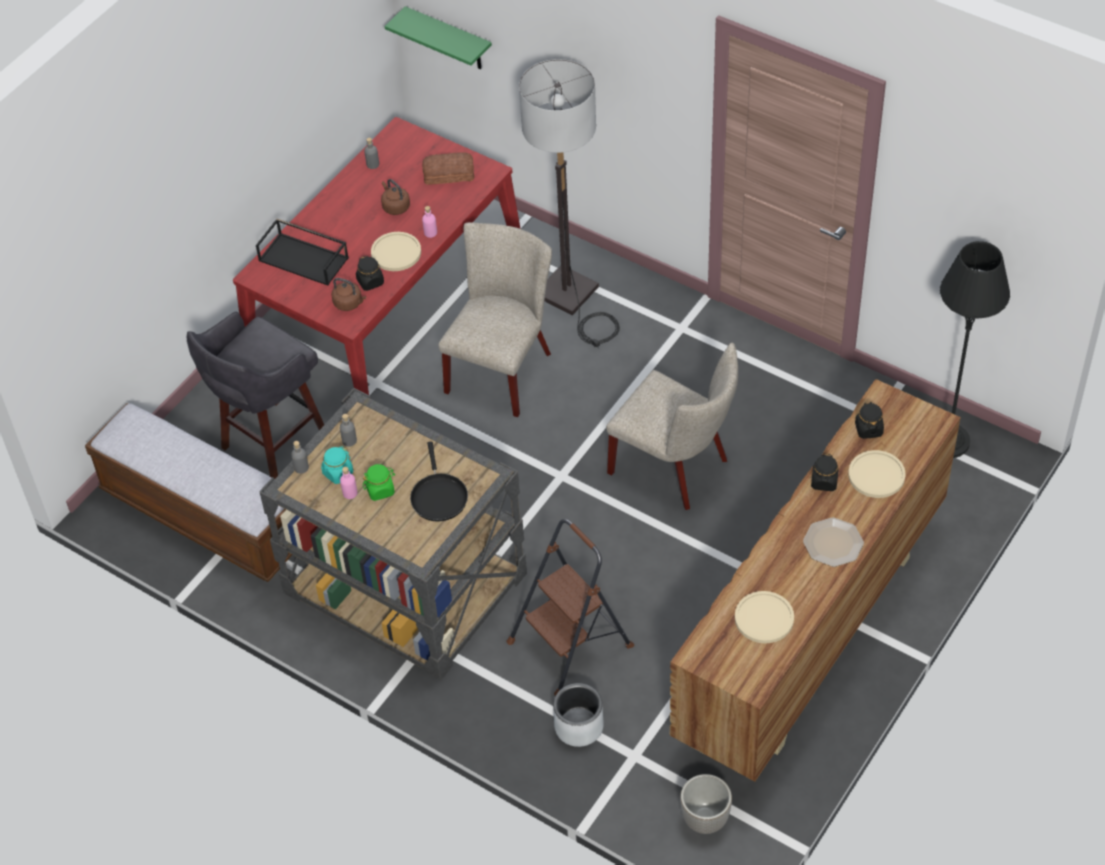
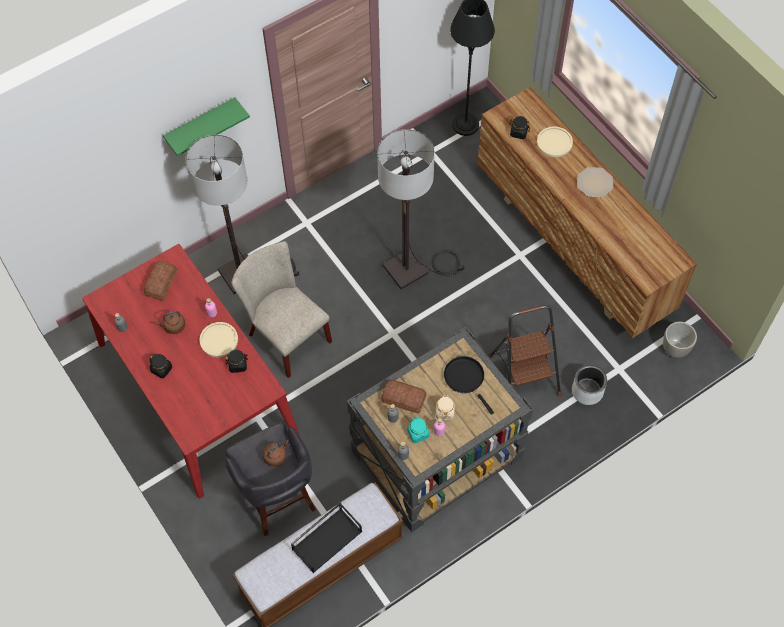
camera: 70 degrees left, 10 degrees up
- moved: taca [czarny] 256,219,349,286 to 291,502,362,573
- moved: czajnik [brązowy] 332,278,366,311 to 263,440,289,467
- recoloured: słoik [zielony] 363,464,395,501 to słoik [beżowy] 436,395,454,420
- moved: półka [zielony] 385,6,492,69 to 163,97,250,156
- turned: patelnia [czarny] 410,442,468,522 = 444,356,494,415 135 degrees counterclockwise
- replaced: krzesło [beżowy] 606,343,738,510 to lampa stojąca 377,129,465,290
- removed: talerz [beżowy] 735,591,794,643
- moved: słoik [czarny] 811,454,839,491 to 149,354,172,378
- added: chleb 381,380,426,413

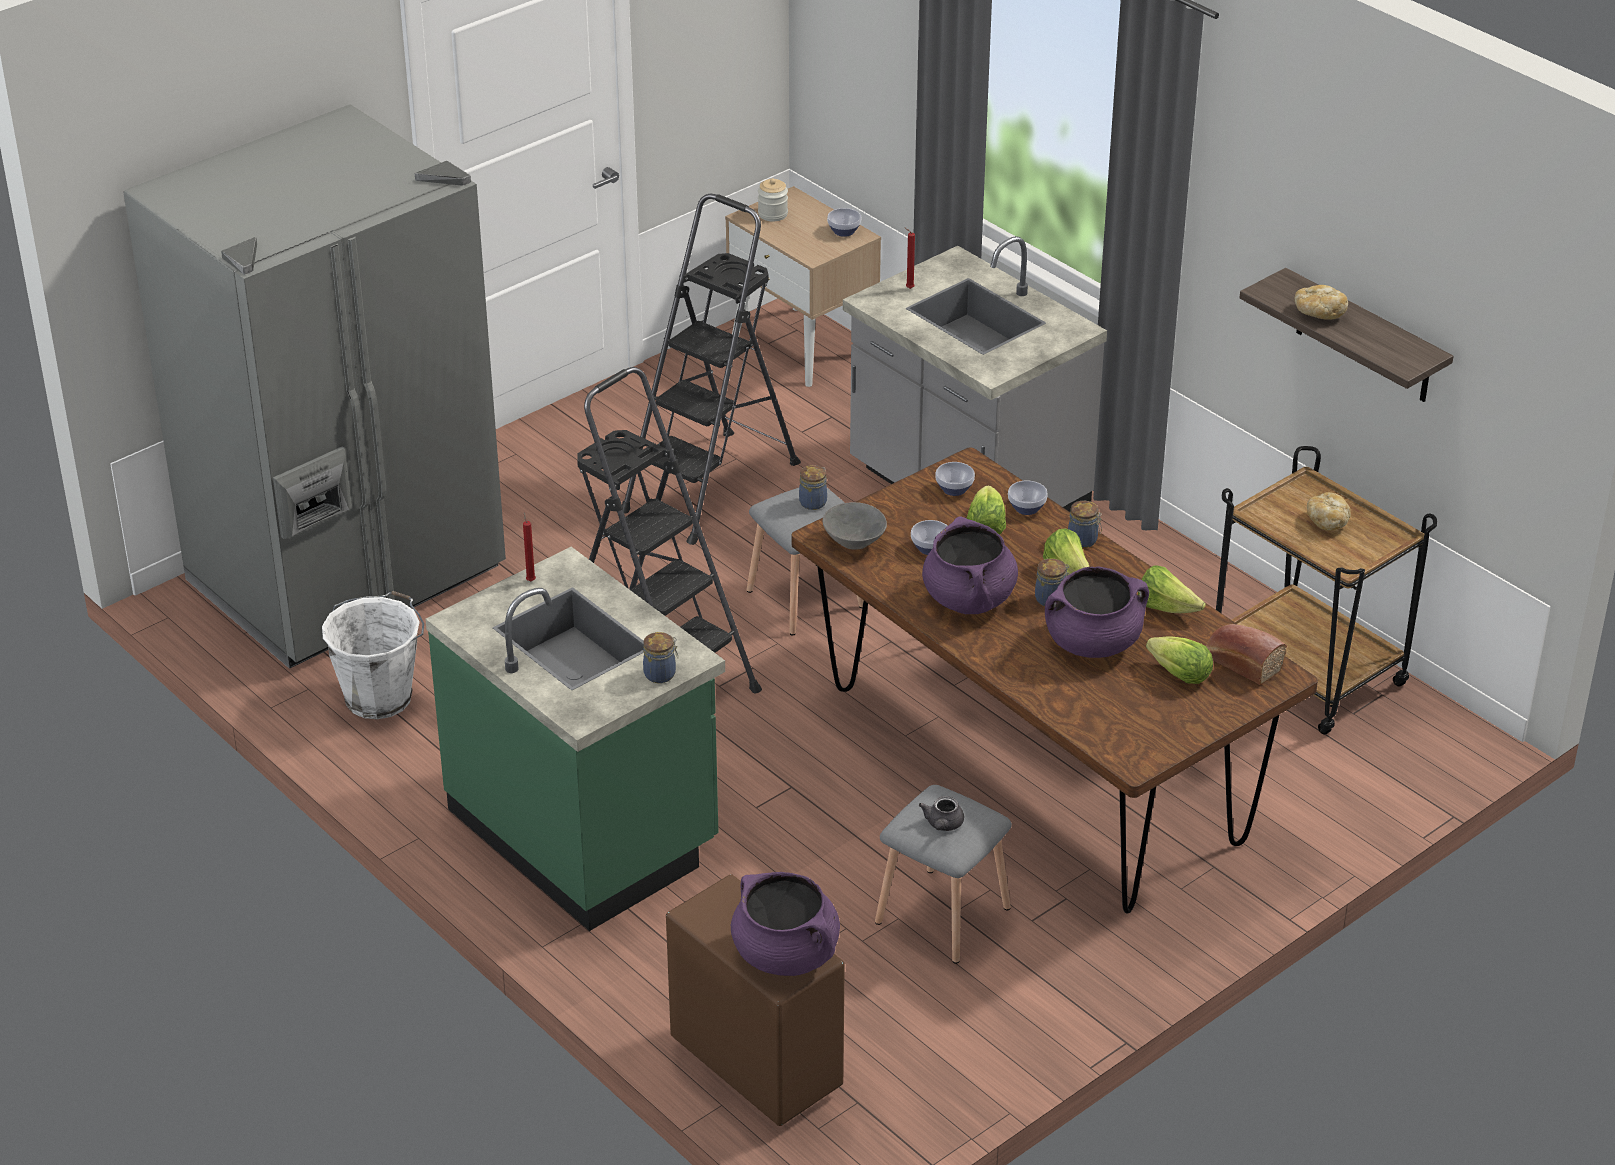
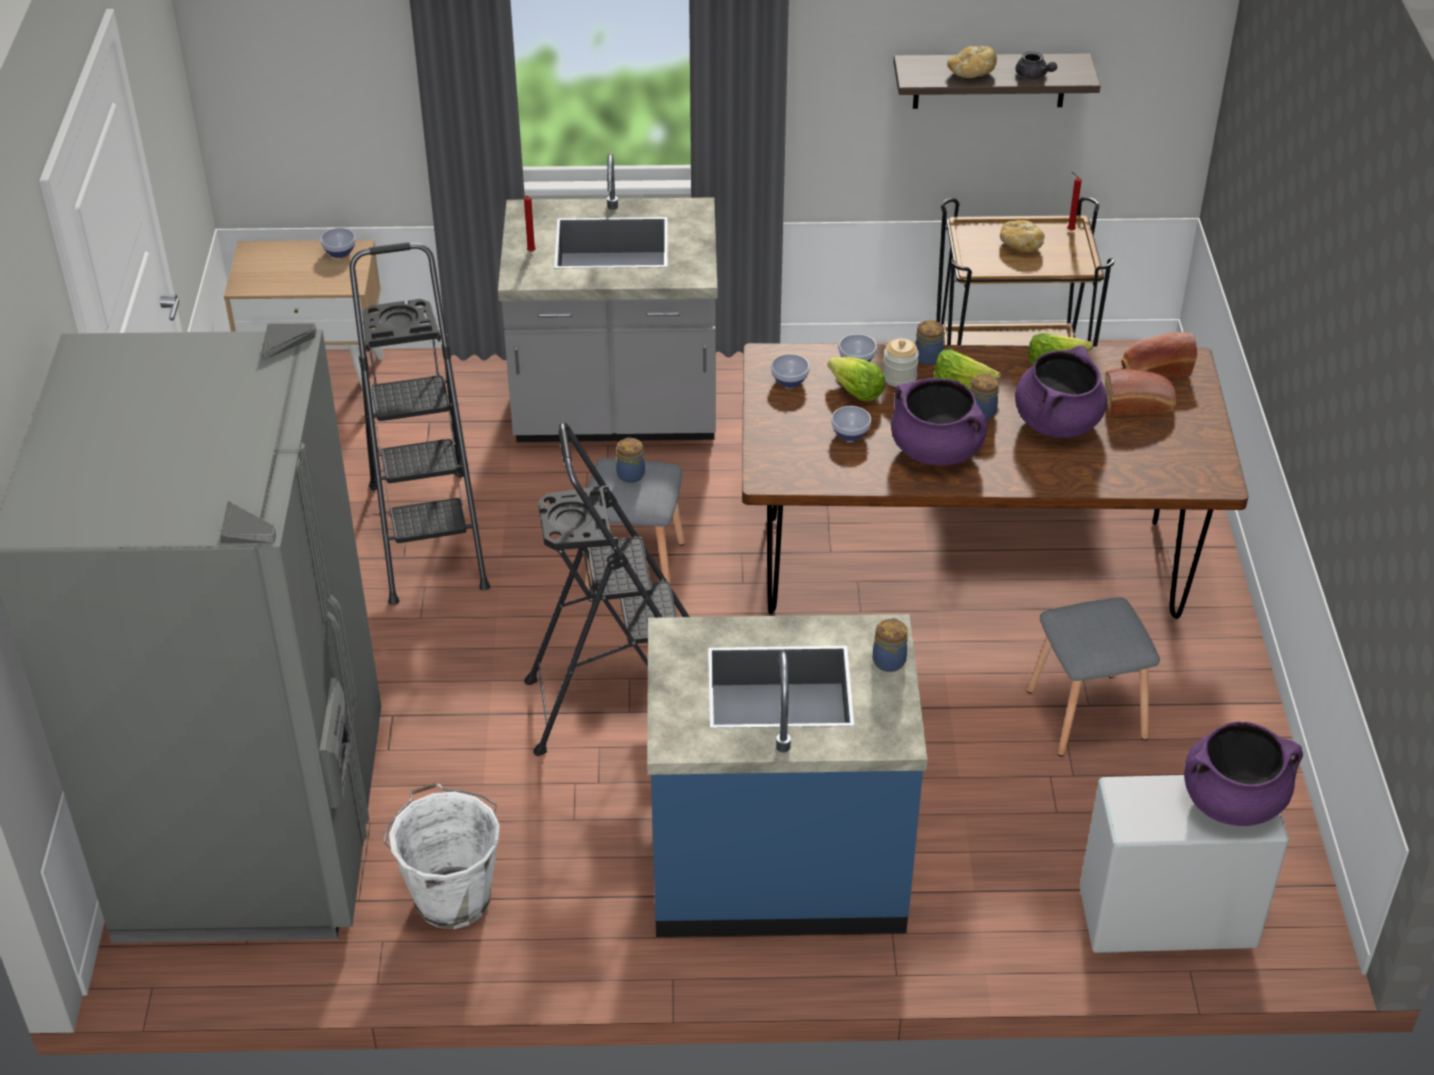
camera: 50 degrees left, 5 degrees up
- recoloured: zabudowa kuchenna [zielony] 425,547,725,931 to zabudowa kuchenna [niebieski] 647,614,927,937
- moved: świeca [czerwony] 523,512,536,581 to 1067,172,1082,231
- recoloured: szafka nocna [brązowy] 666,874,845,1126 to szafka nocna [biały] 1079,775,1289,953
- moved: słoik 758,178,788,222 to 883,339,919,387
- removed: miska [szary] 823,502,887,550
- moved: imbryk [szary] 919,796,964,831 to 1015,51,1057,79
- replaced: sałata 1146,636,1213,684 to chleb 1105,368,1176,415

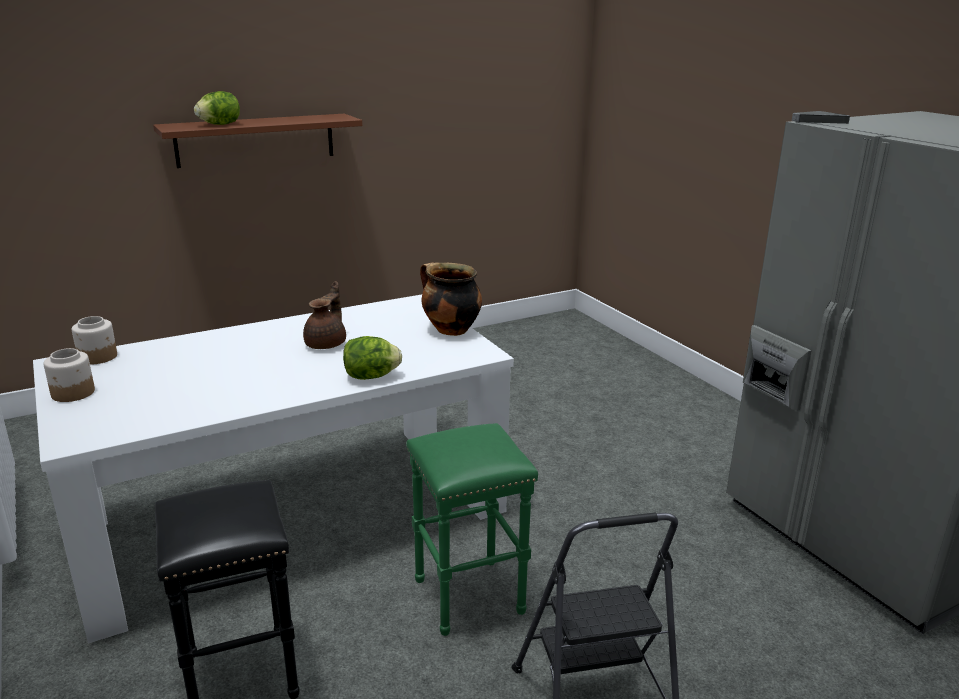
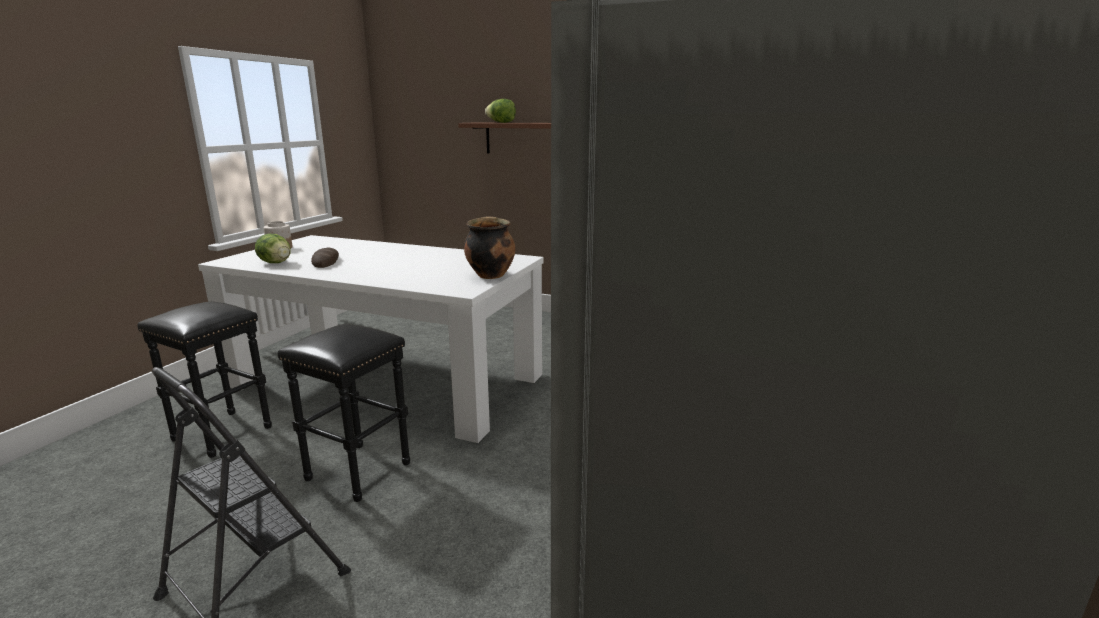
camera: 50 degrees right, 5 degrees down
- removed: słoik 72,316,117,365
- removed: imbryk [brązowy] 303,281,346,349
- moved: sałata 343,336,402,380 to 255,234,291,263
- recoloured: stołek [zielony] 406,423,538,636 to stołek [czarny] 278,324,410,502
- added: chleb 311,248,339,268

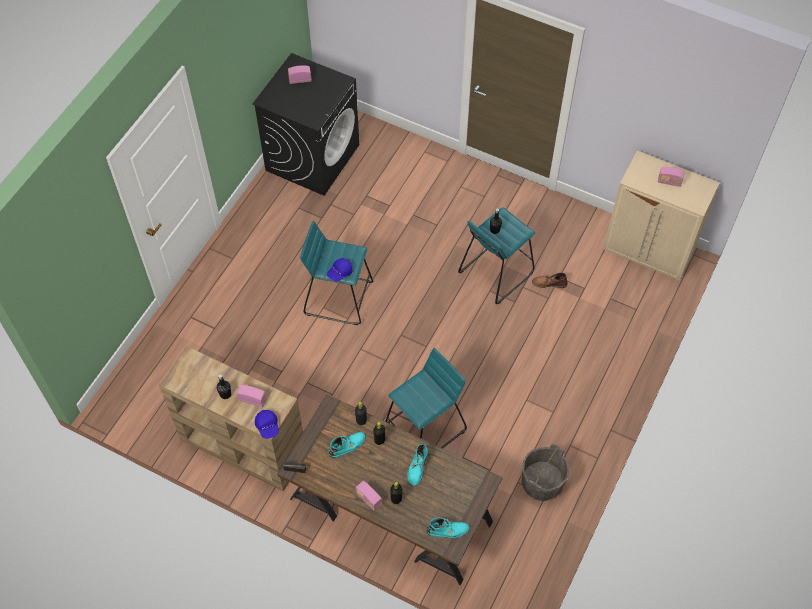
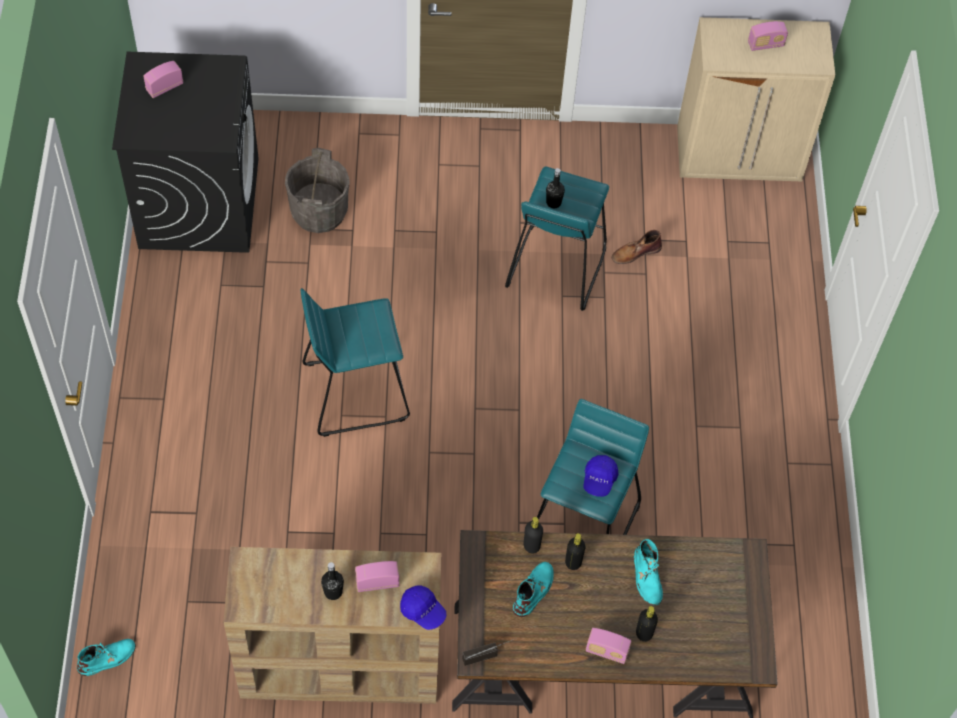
camera: 30 degrees left, 0 degrees up
- moved: czapka z daszkiem [niebieski] 327,258,353,282 to 583,455,618,497
- moved: but z cholewką [turkusowy] 426,518,470,538 to 77,639,136,676
- moved: wiadro [szary] 522,444,569,501 to 285,148,350,233

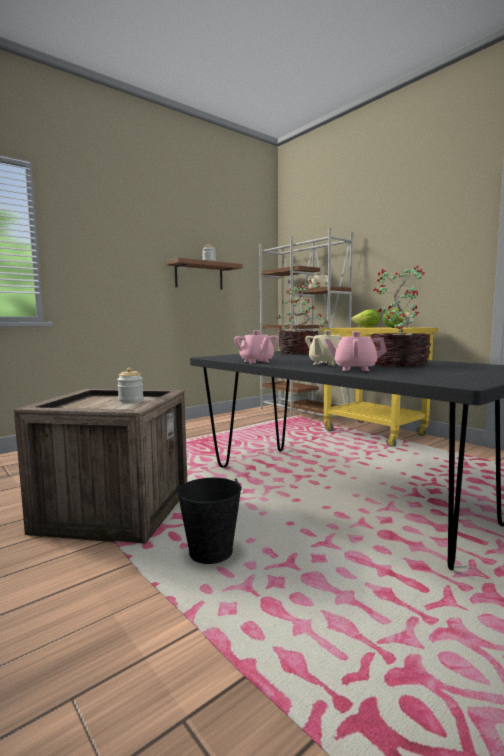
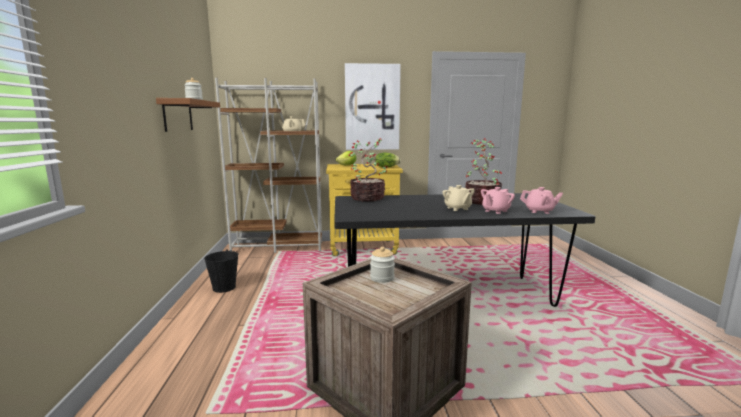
camera: 55 degrees left, 5 degrees up
- moved: wiadro [czarny] 177,478,242,564 to 204,249,239,293
- moved: imbryk [różowy] 234,330,278,363 to 520,187,563,214
- added: obraz 345,63,401,150

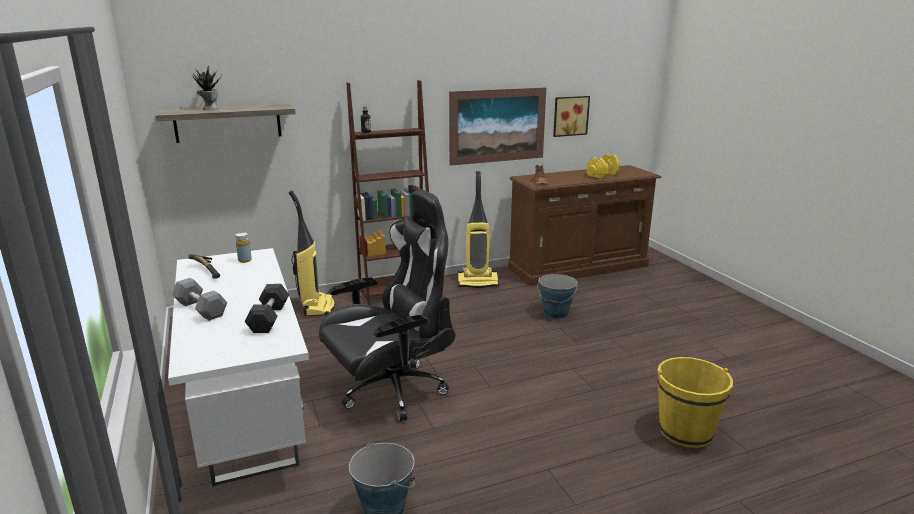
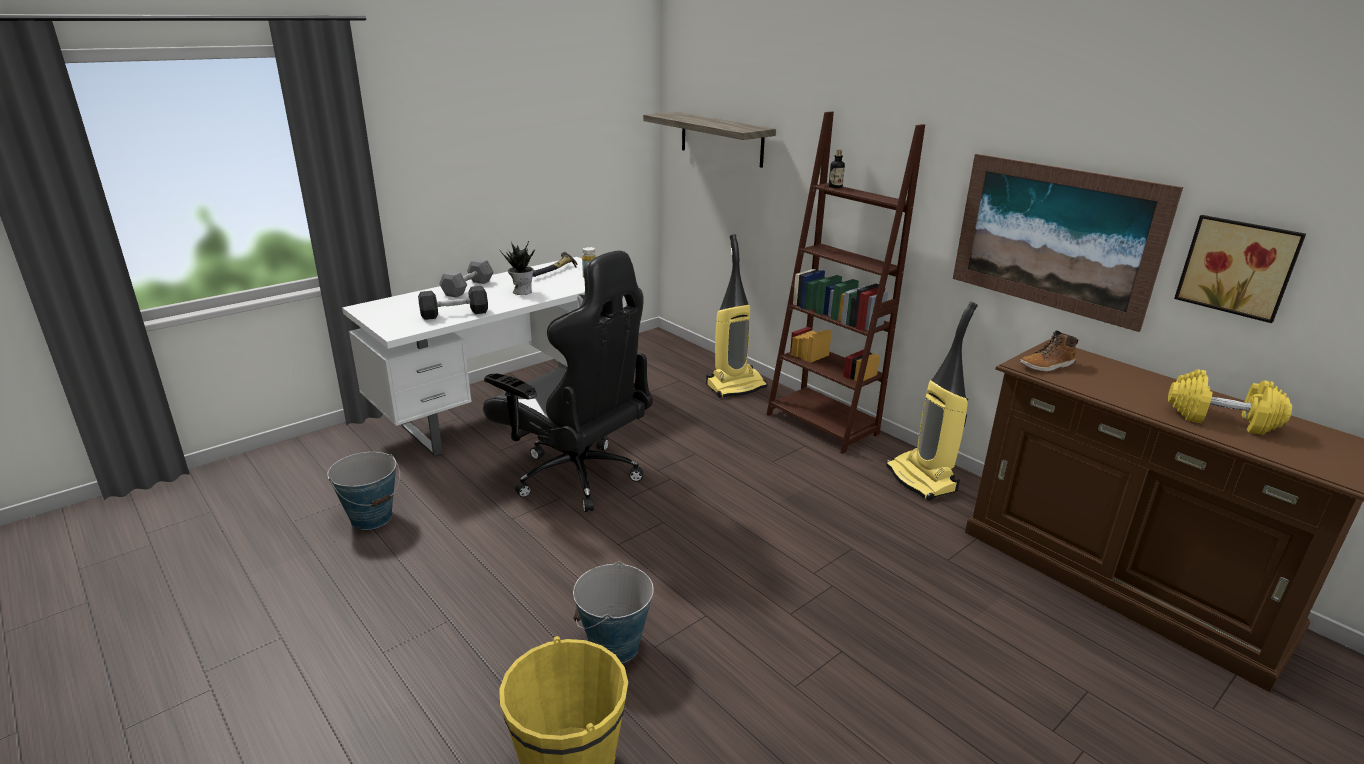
camera: 70 degrees right, 5 degrees up
- moved: roślina doniczkowa 192,66,222,110 to 500,241,535,295
- moved: wiadro 537,274,578,319 to 573,561,654,663

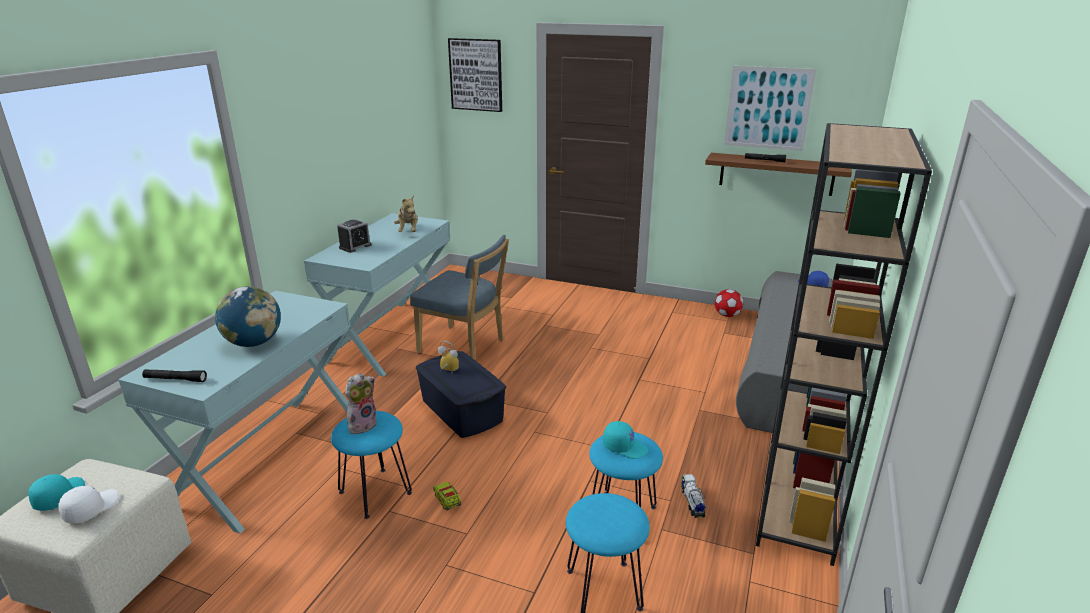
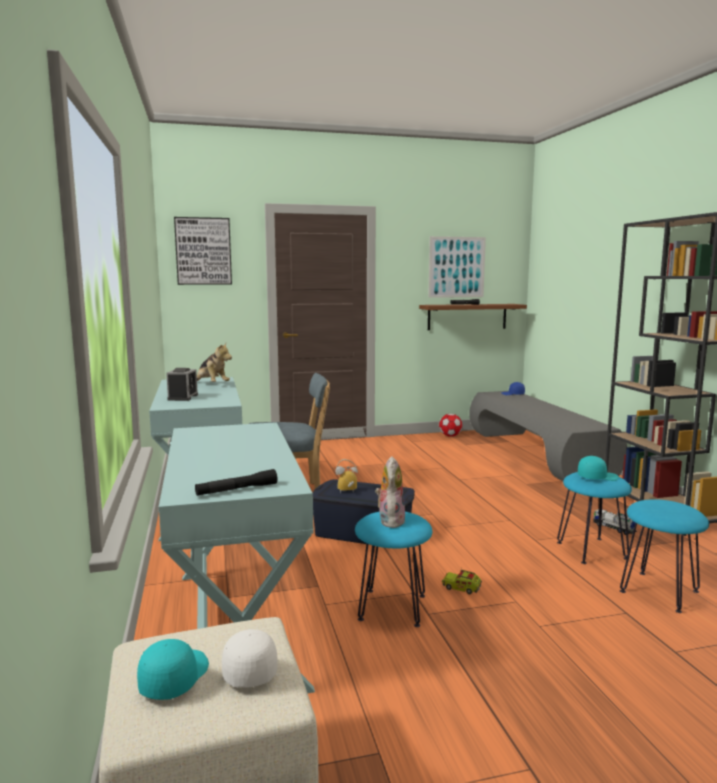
camera: 35 degrees left, 15 degrees down
- turned: czapka z daszkiem [turkusowy] 28,474,85,511 = 137,639,209,700 45 degrees clockwise
- removed: globus 215,286,281,347

